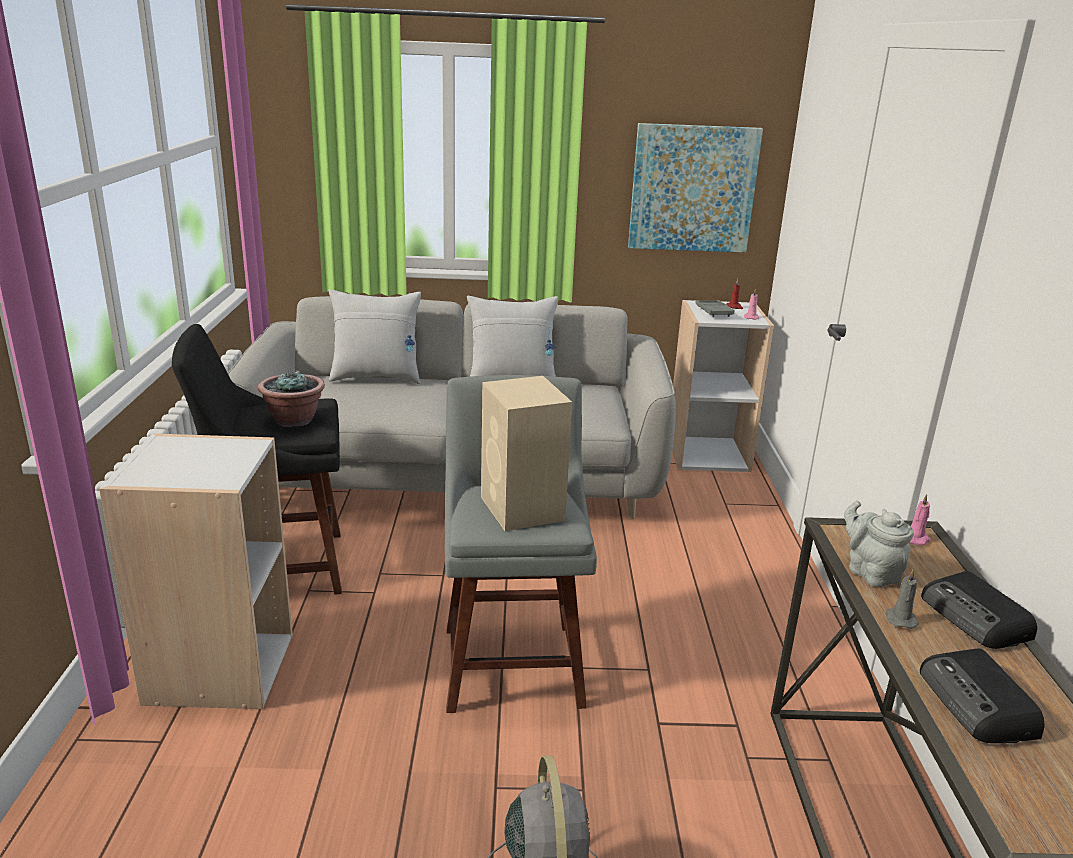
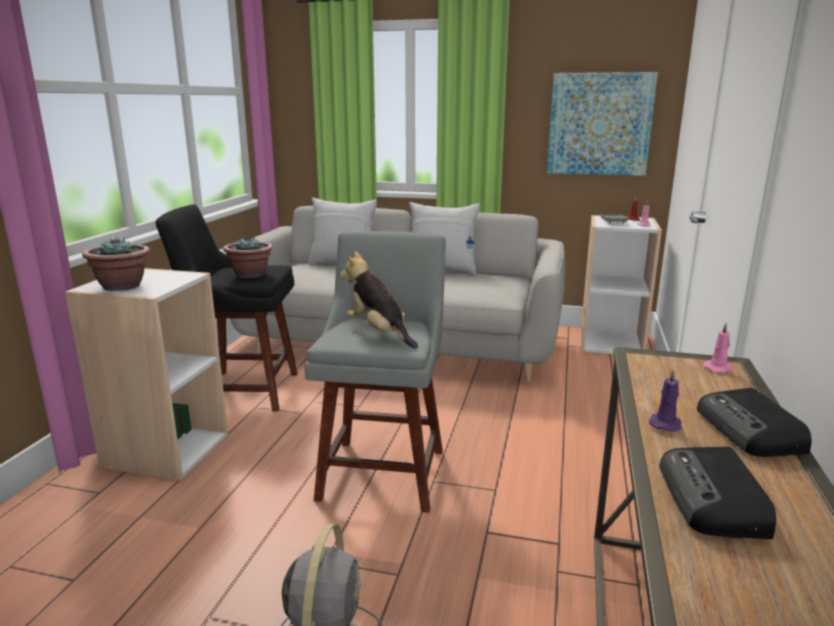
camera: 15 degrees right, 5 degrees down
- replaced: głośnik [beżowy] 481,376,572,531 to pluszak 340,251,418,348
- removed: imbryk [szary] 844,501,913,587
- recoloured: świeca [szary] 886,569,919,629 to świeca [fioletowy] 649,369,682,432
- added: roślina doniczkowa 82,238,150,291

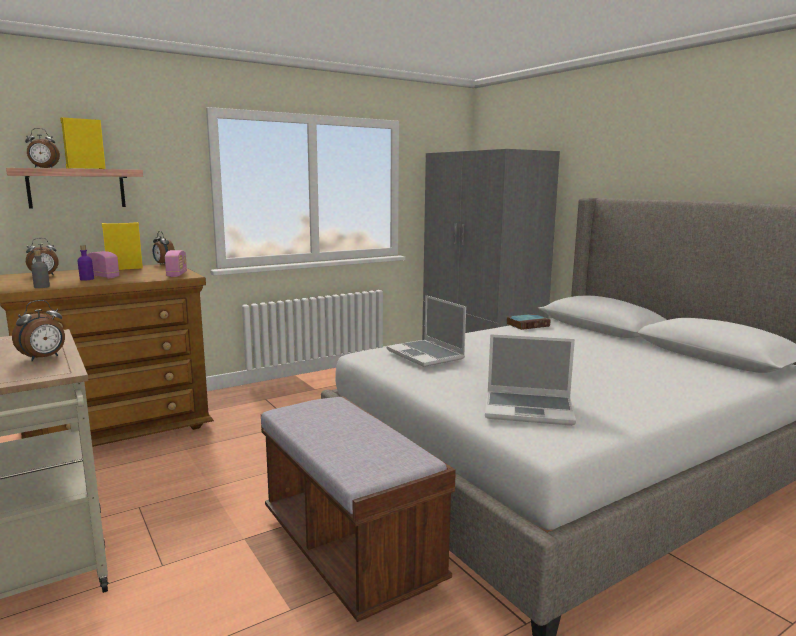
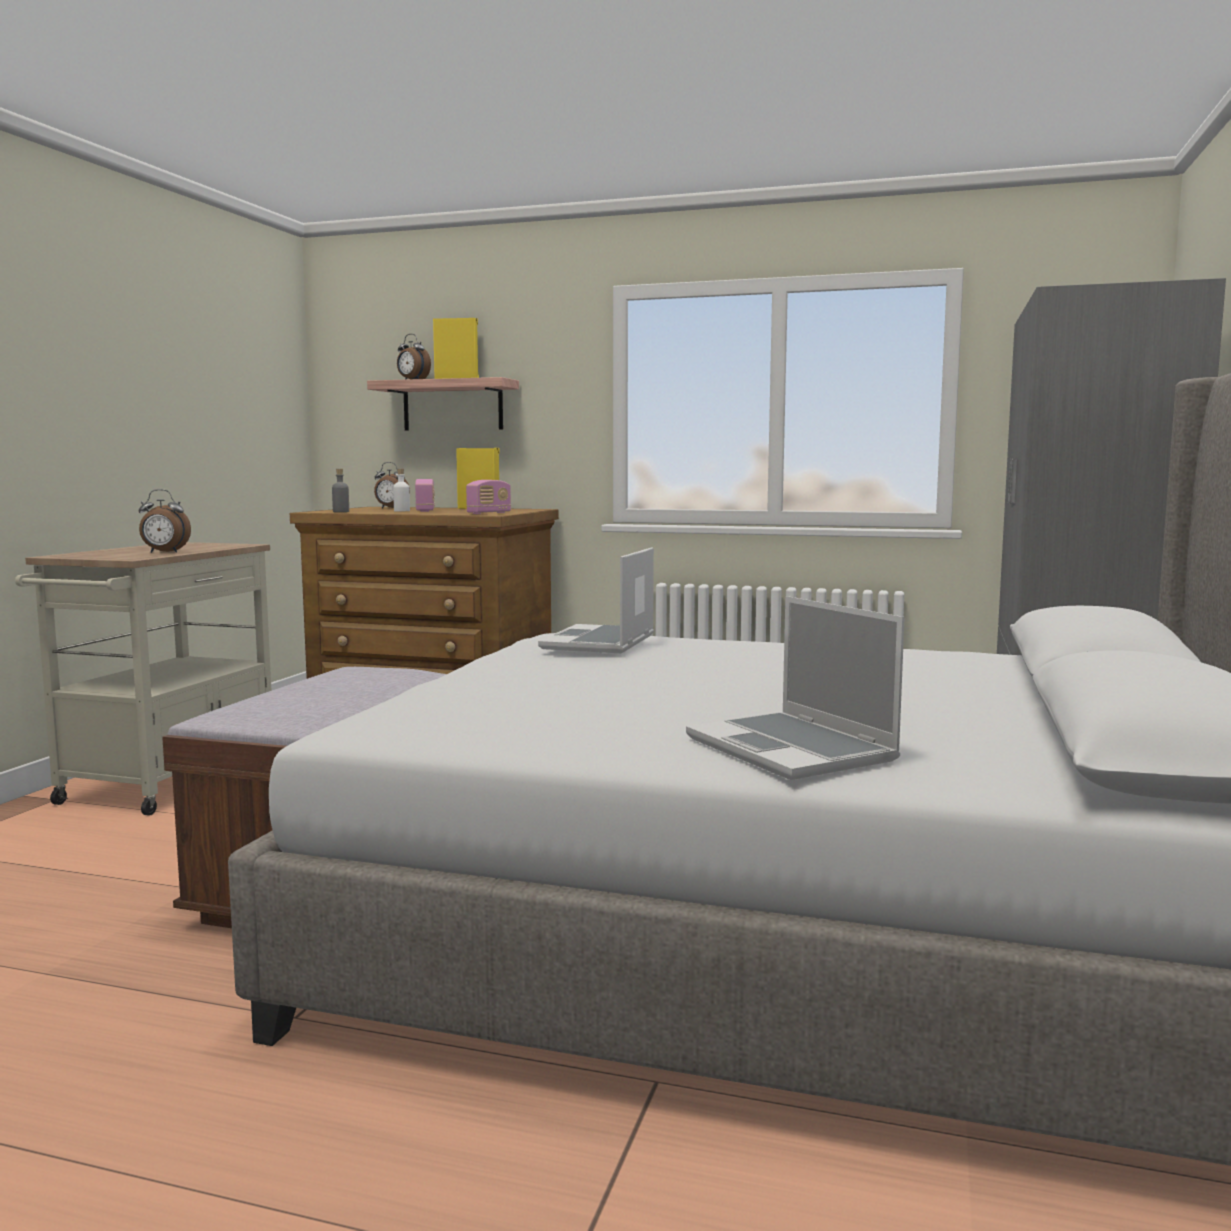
camera: 50 degrees right, 5 degrees down
- recoloured: butelka [fioletowy] 77,245,94,280 to butelka [biały] 393,469,410,511
- removed: budzik 153,231,175,264
- moved: laptop 485,334,576,426 to 686,596,905,780
- removed: książka 506,314,551,330

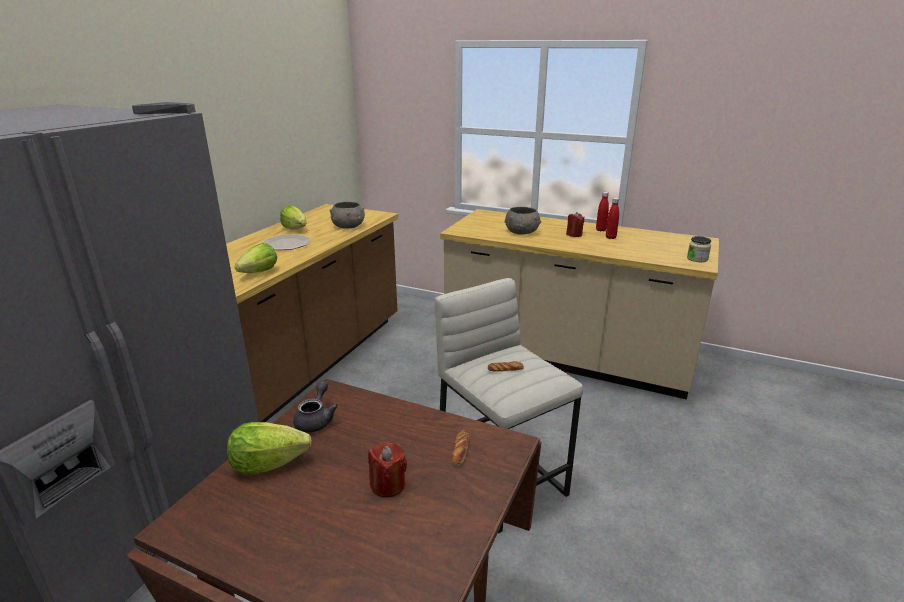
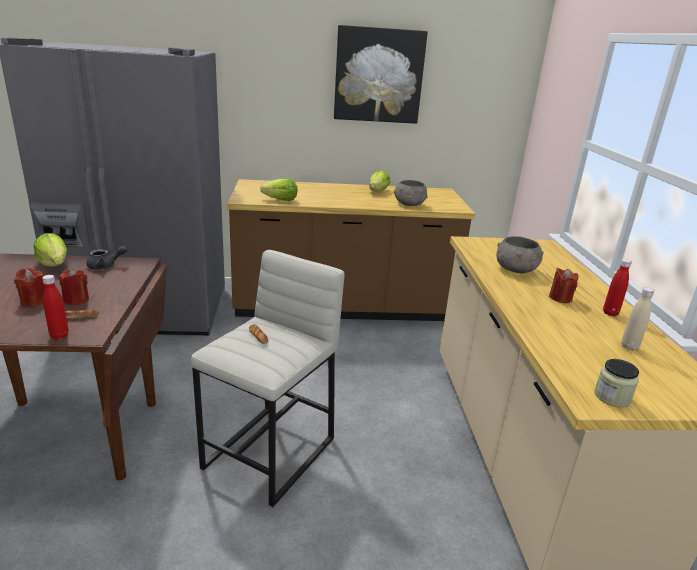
camera: 60 degrees right, 0 degrees up
- removed: talerz 263,234,311,250
- moved: butelka [czerwony] 606,198,619,239 to 42,275,69,339
- added: świeca [czerwony] 59,268,89,305
- added: obraz 334,25,428,124
- added: butelka [beżowy] 621,287,655,351

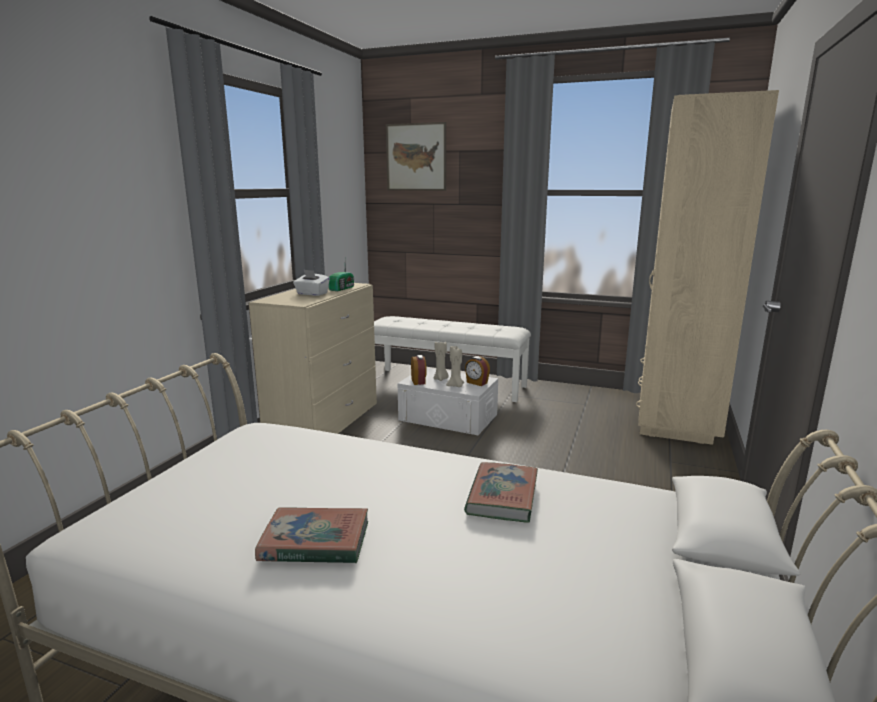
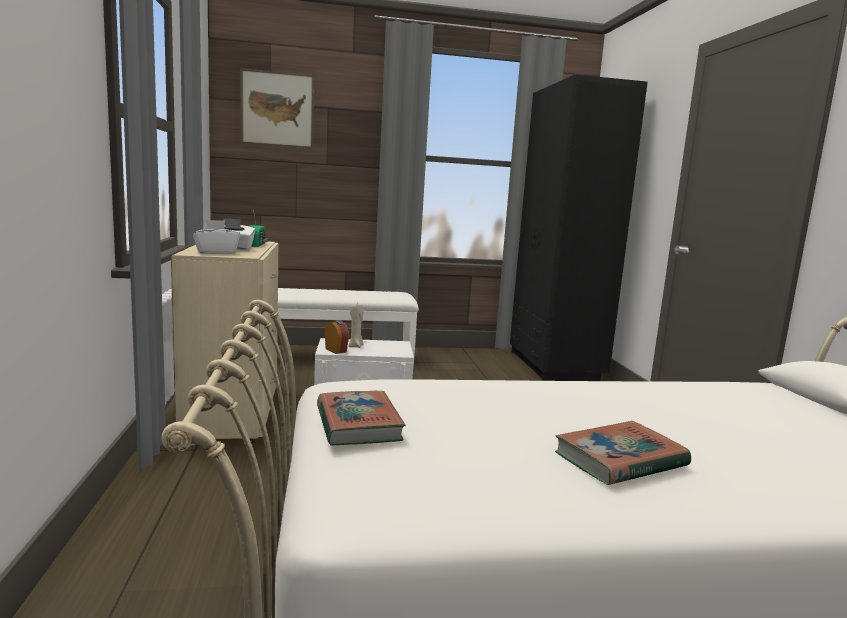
camera: 30 degrees left, 5 degrees down
- removed: świeca [beżowy] 446,346,464,387
- moved: książka 464,462,538,523 to 317,391,406,446
- removed: budzik 465,356,490,386
- recoloured: szafa [beżowy] 636,90,779,445 to szafa [czarny] 510,75,648,381
- added: pudełko chusteczek [biały] 193,220,240,254

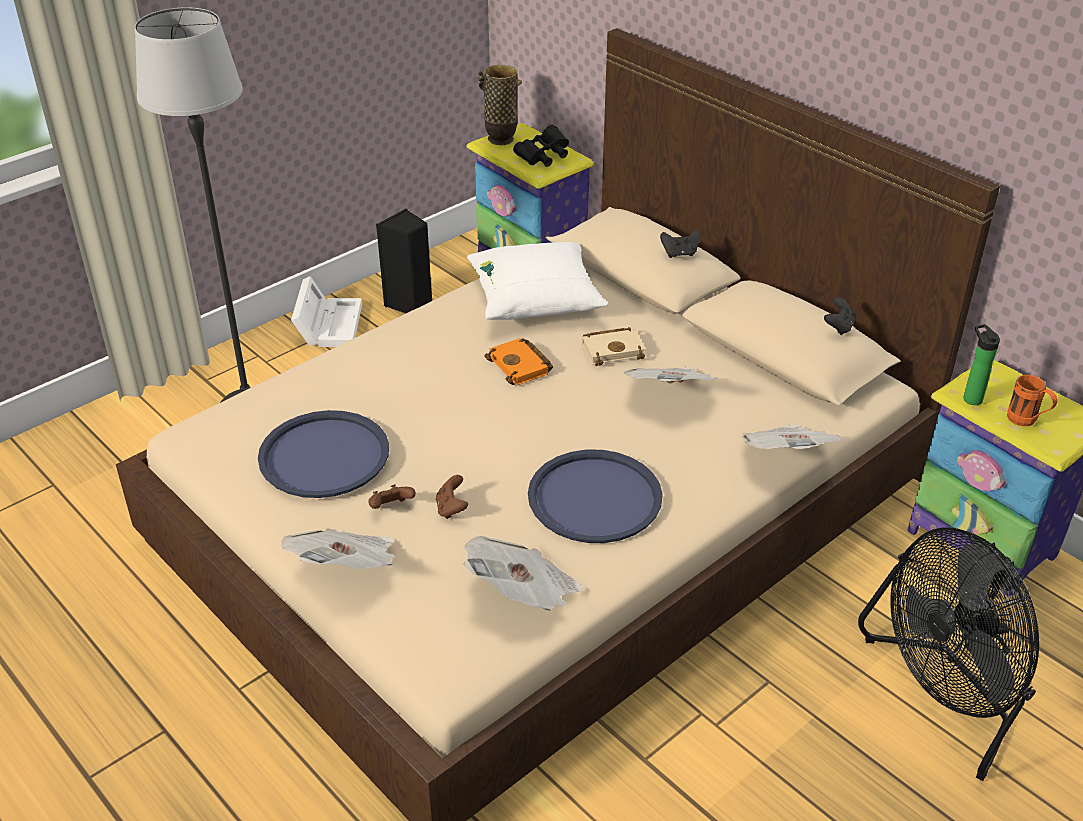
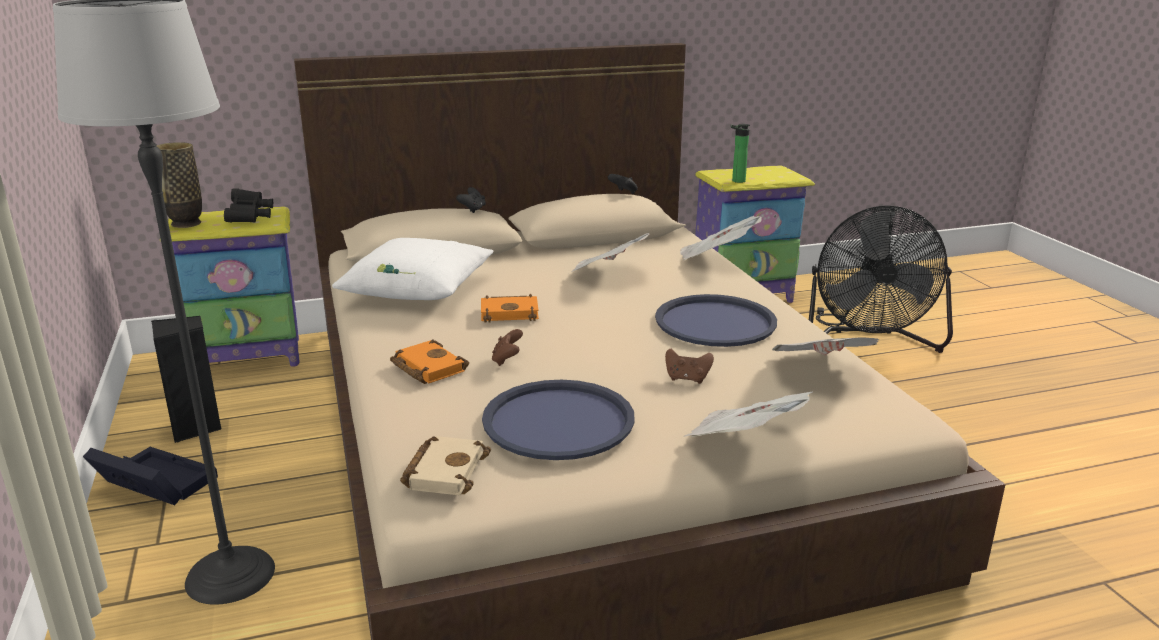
camera: 65 degrees left, 15 degrees down
- recoloured: pojemnik do przechowywania [biały] 291,276,362,347 to pojemnik do przechowywania [czarny] 83,447,218,505
- moved: pad do gier [brązowy] 368,485,416,509 to 492,329,523,366
- moved: książka [beżowy] 582,327,646,366 to 400,436,491,496
- removed: kubek [pomarańczowy] 1007,375,1057,426
- added: książka [pomarańczowy] 390,339,469,384

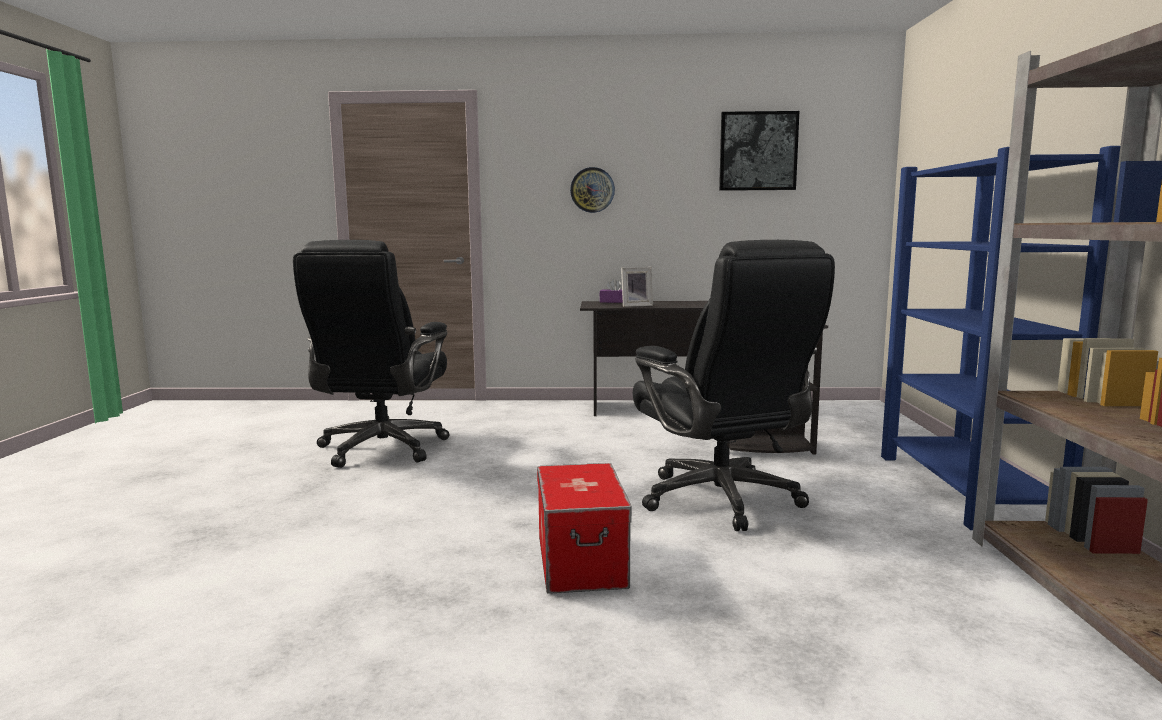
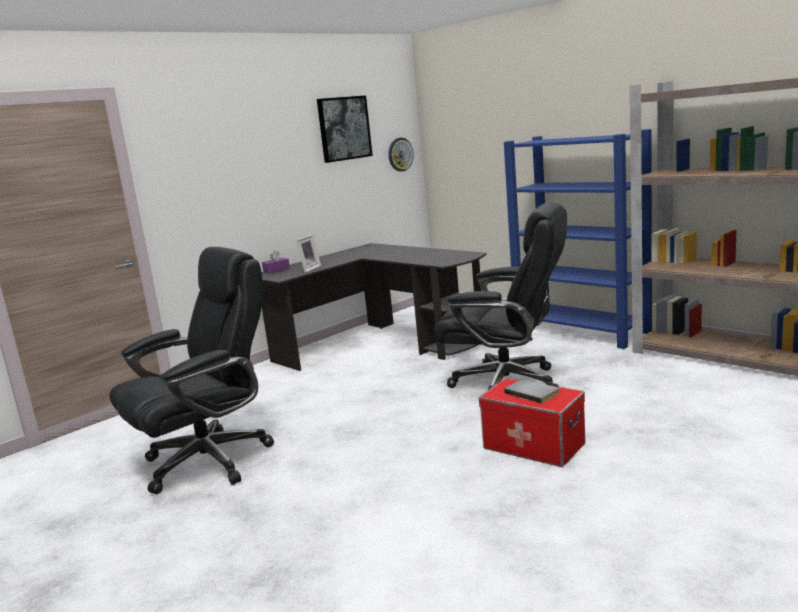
camera: 45 degrees left, 5 degrees up
- turned: krzesło biurowe [czarny] 293,240,449,468 = 109,247,274,494 90 degrees counterclockwise
- moved: zegar ścienny 570,167,615,213 to 388,138,414,172
- added: książka [szary] 504,379,560,404

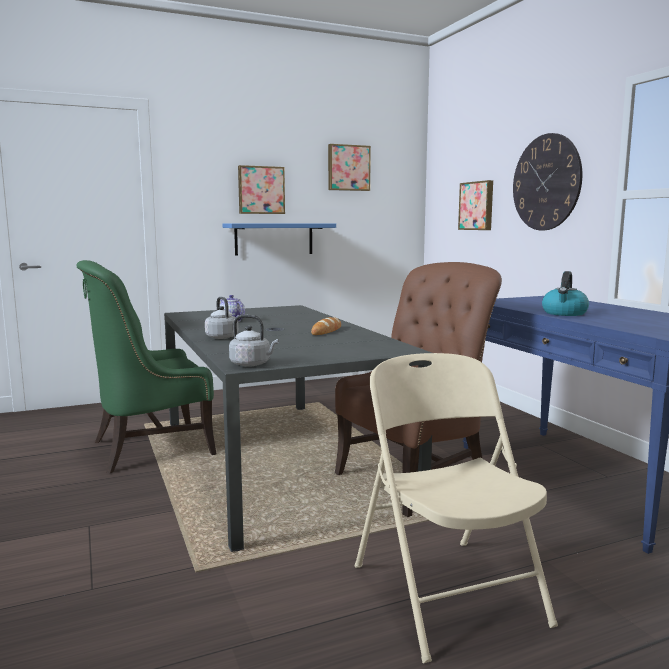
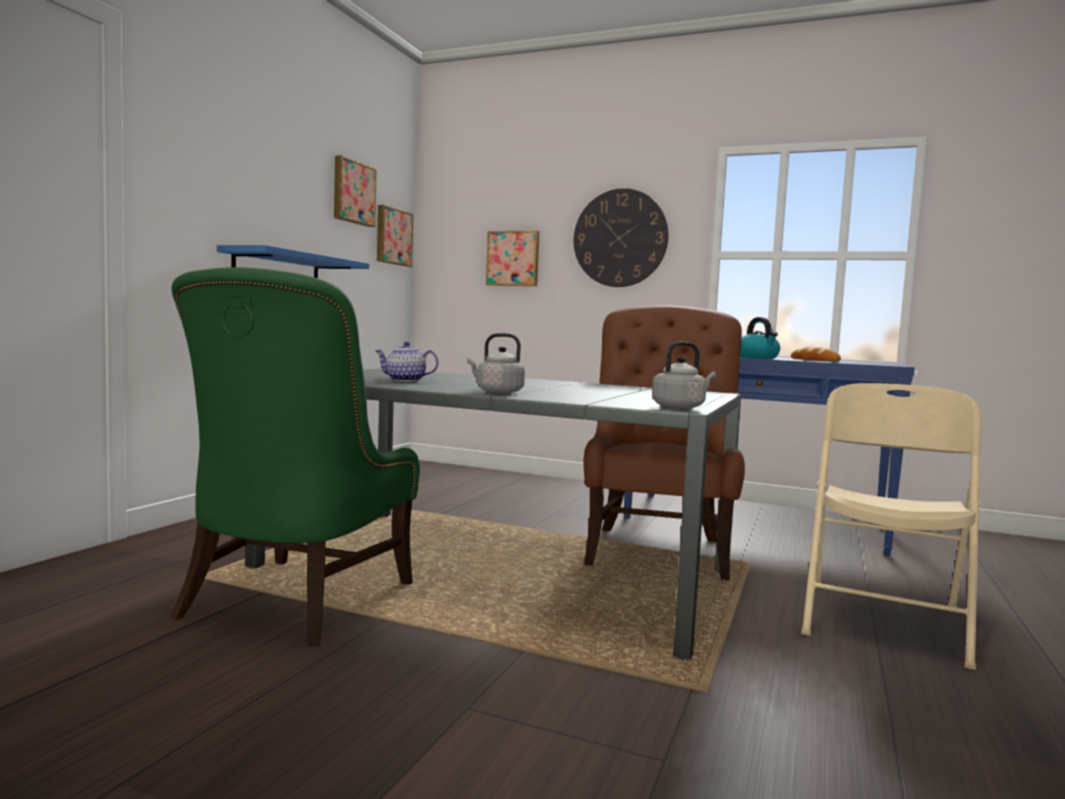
camera: 45 degrees left, 5 degrees down
- moved: obraz 238,165,285,214 to 377,205,413,267
- moved: chleb 311,317,341,335 to 791,347,841,362
- turned: krzesło [beżowy] 355,353,558,664 = 801,383,981,670 90 degrees clockwise

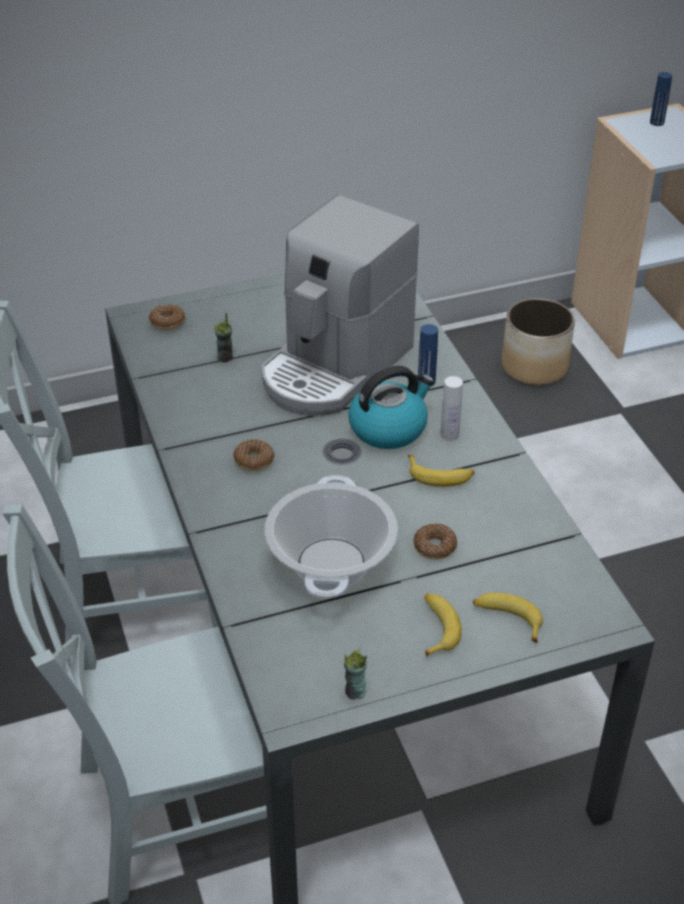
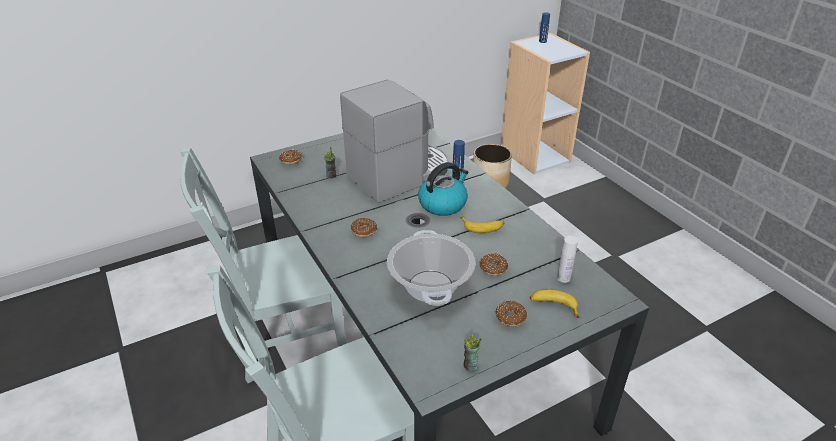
camera: 10 degrees left, 5 degrees down
- turned: ekspres do kawy 261,195,419,416 = 340,80,449,203 150 degrees counterclockwise
- replaced: banan 424,594,462,657 to donut 496,301,527,326
- moved: butelka [biały] 441,376,463,441 to 557,236,578,283

